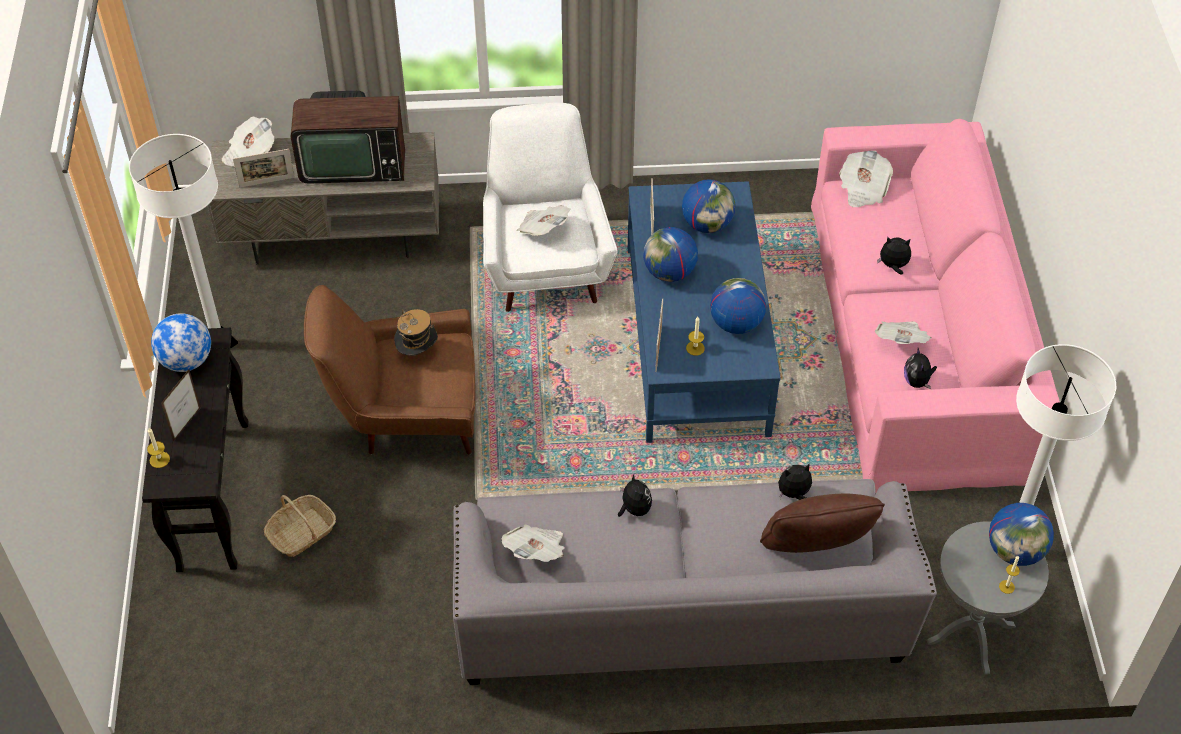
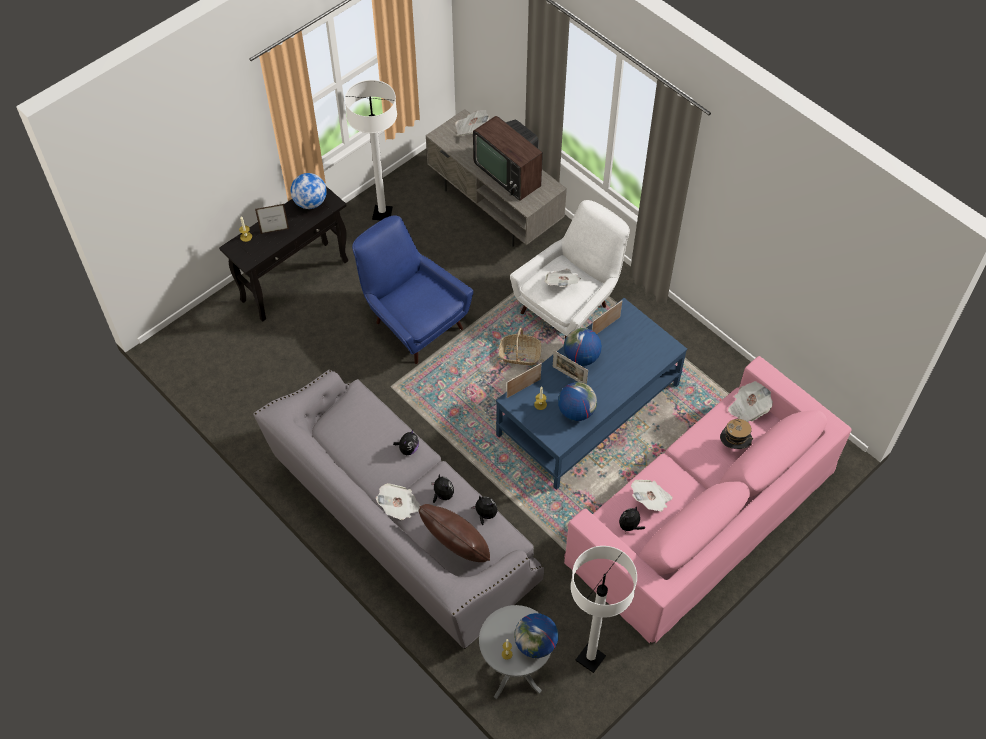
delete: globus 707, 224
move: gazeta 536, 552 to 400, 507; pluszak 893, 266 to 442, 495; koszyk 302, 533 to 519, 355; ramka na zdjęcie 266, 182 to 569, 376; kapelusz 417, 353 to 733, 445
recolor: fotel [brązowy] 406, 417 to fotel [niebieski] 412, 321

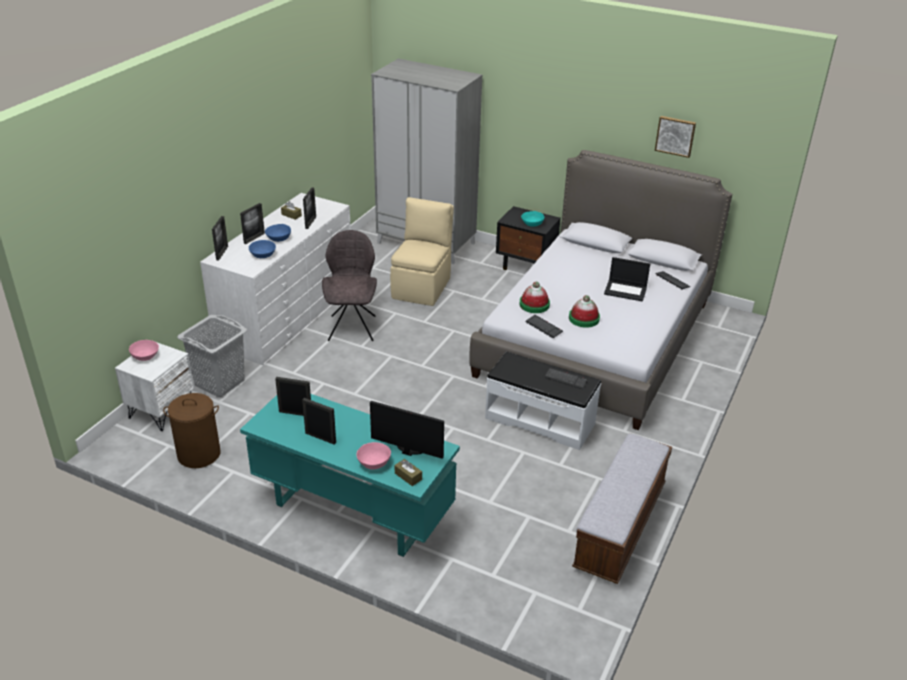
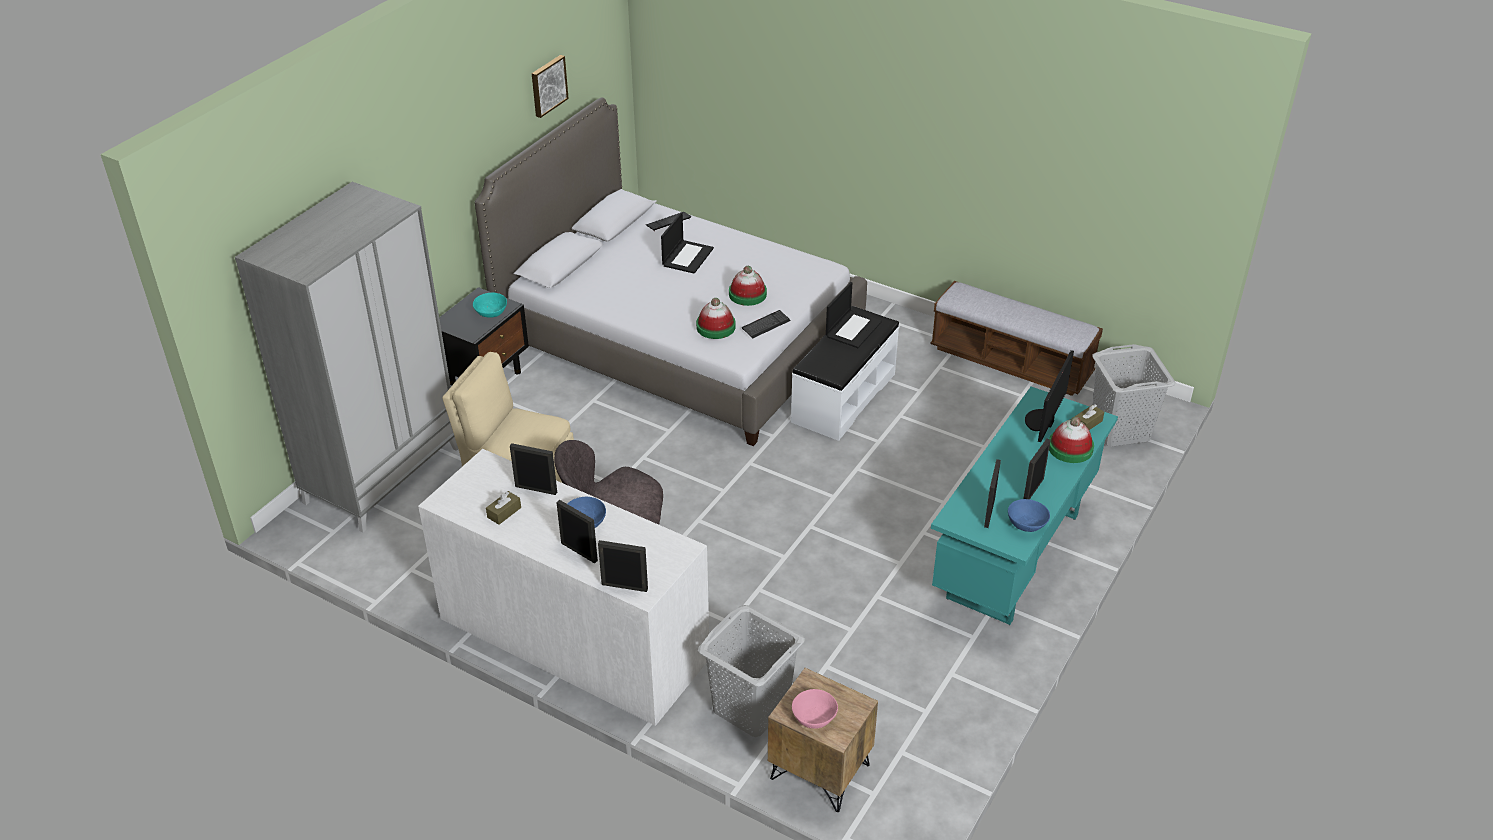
delete: kosz na pranie [brązowy] 199, 454
insert: kosz na pranie [szary] 1119, 430
move: miska [niebieski] 263, 255 to 1026, 524
replace: klawiatura 565, 379 to laptop 853, 329; miska [różowy] 373, 463 to kapelusz 1070, 448
recolor: szafka nocna [biały] 161, 410 to szafka nocna [brązowy] 819, 772

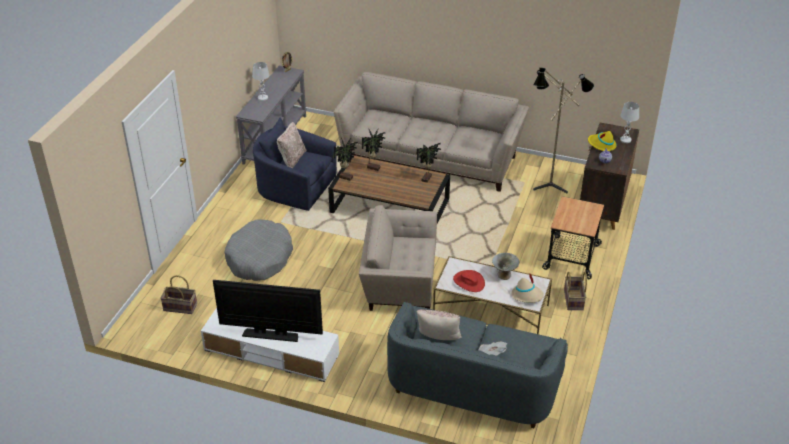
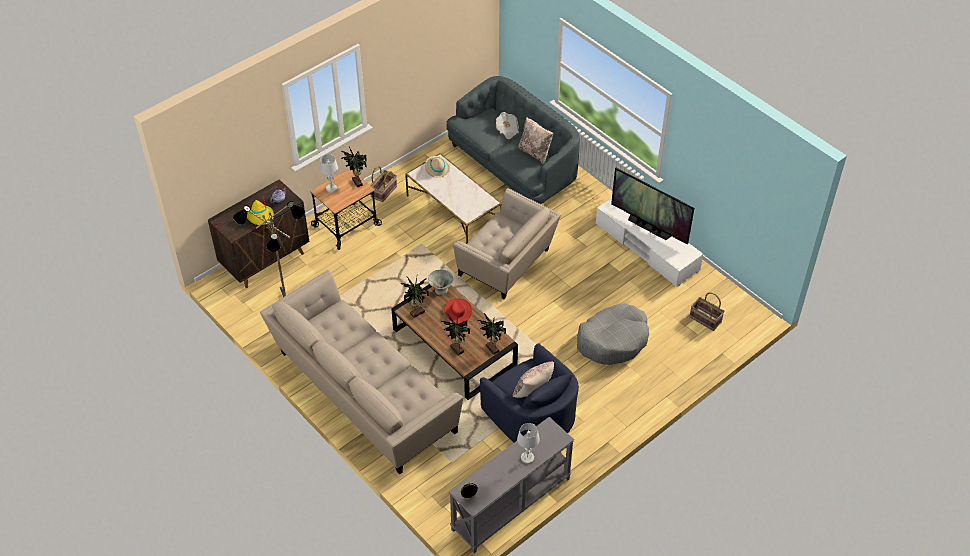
insert: roślina doniczkowa 356, 183
move: lampa stołowa [biały] 625, 140 to 331, 188; miska [szary] 504, 275 to 441, 290; kapelusz [czerwony] 468, 282 to 458, 311

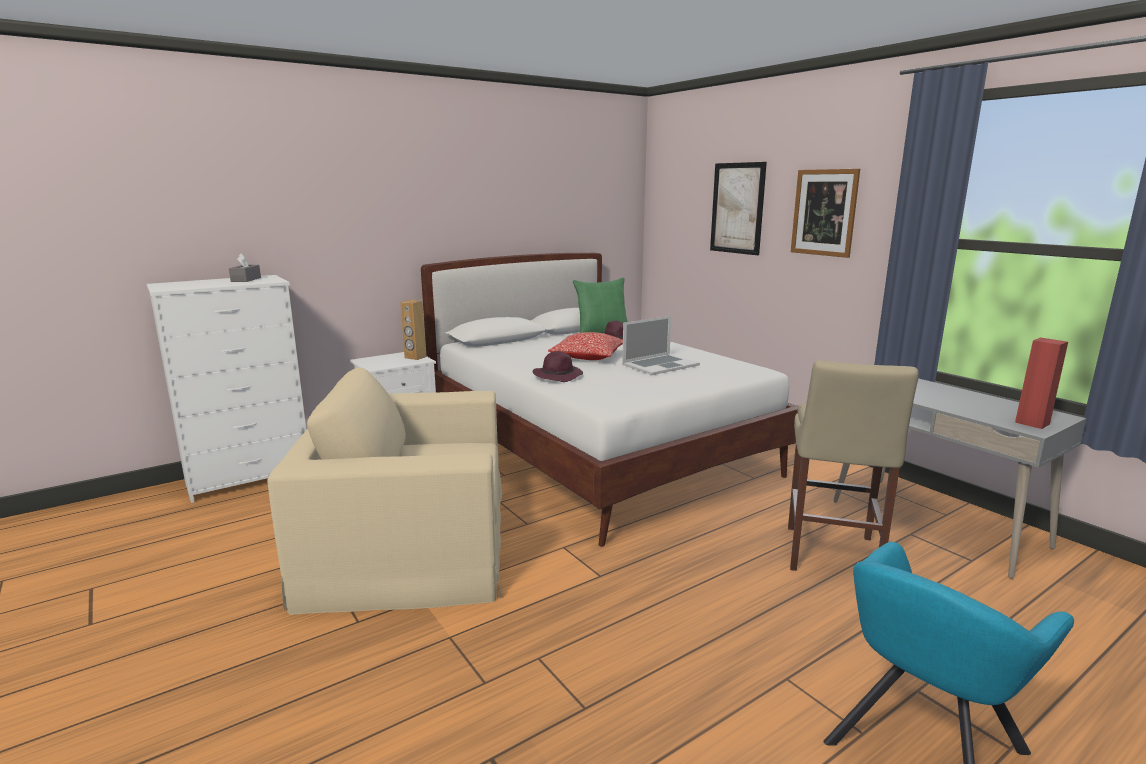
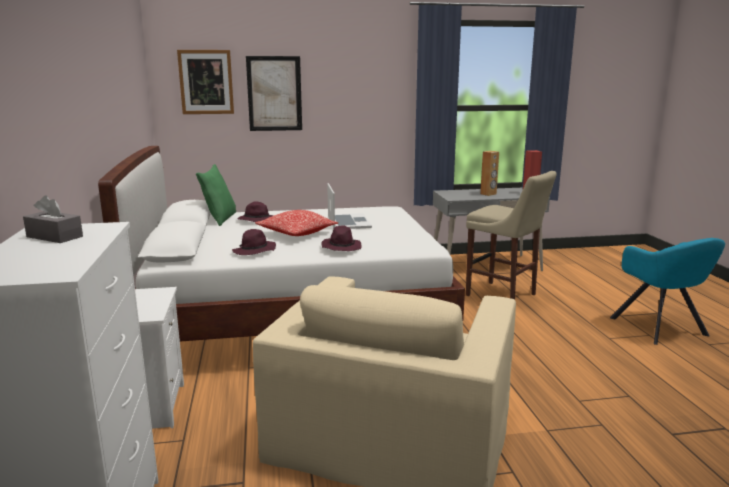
insert: kapelusz [fioletowy] 254, 251
move: obraz 824, 212 to 206, 82; głośnik [brązowy] 415, 357 to 488, 194

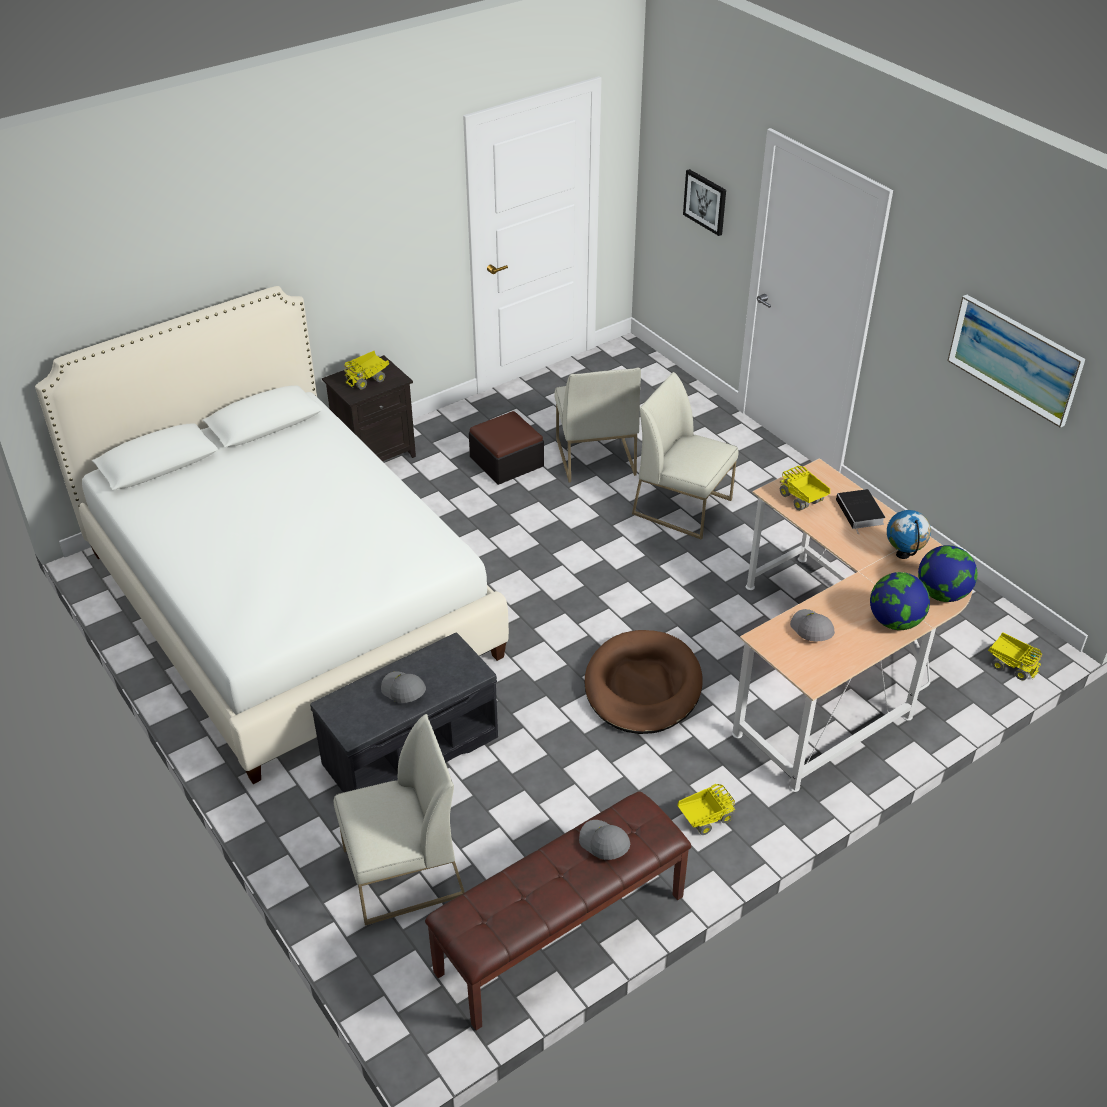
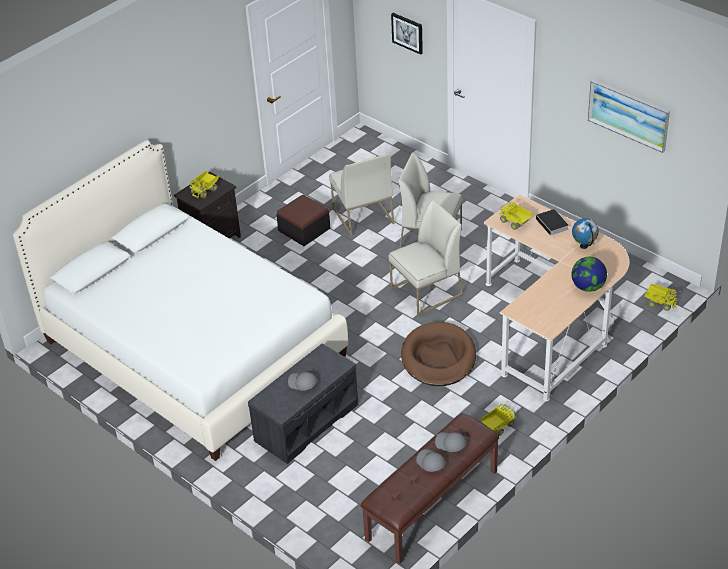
delete: globus 942, 594
move: krzesło [biały] 402, 873 to 426, 292; czapka z daszkiem [szary] 811, 630 to 430, 463

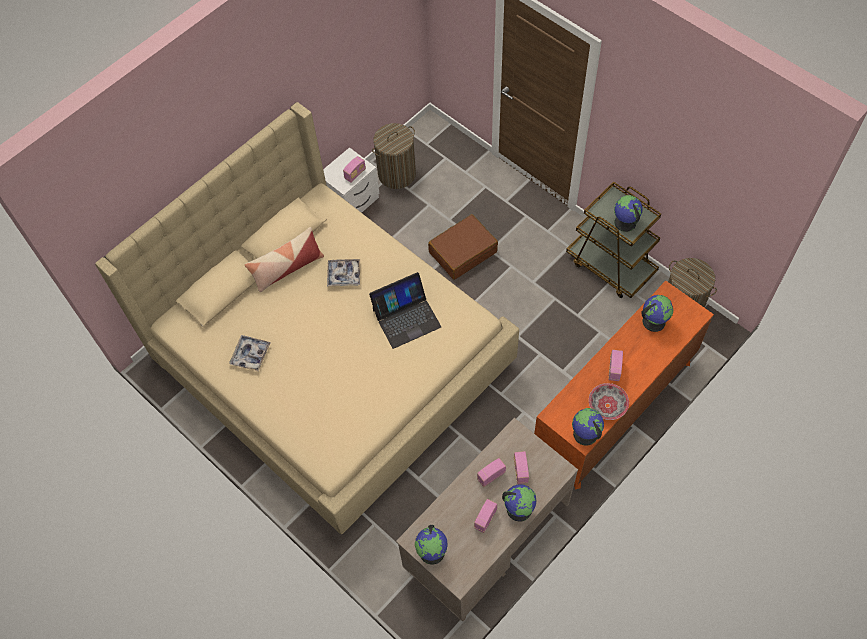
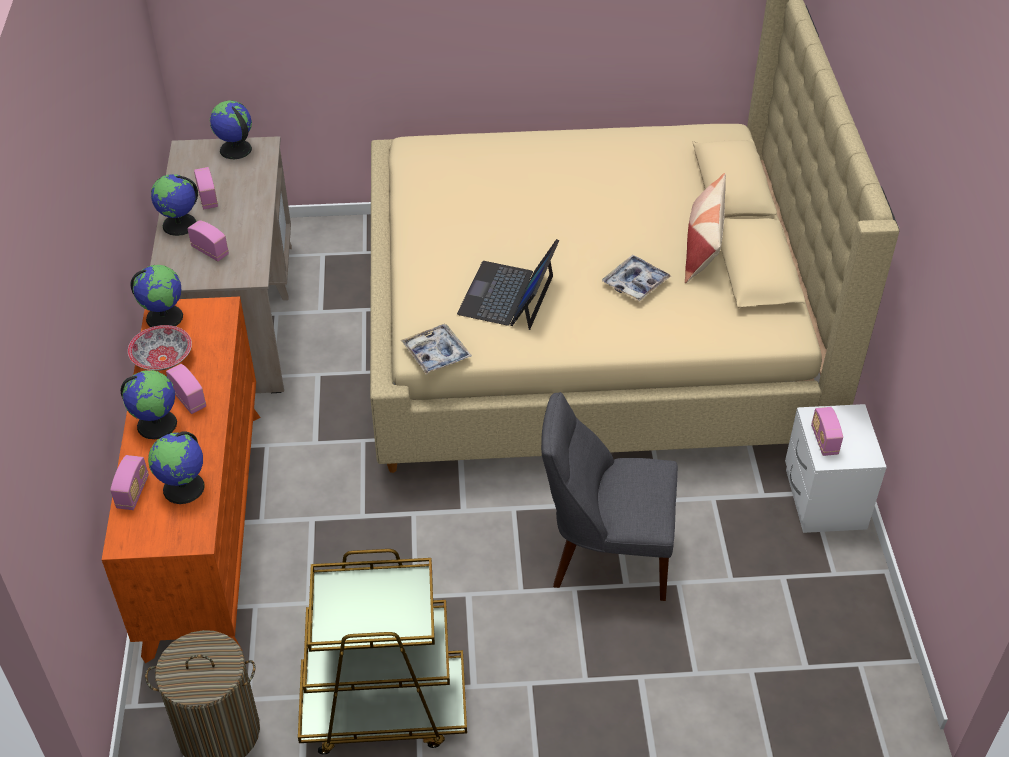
delete: kosz na pranie 397, 174
move: radio 491, 476 to 133, 492; globus 624, 223 to 157, 423; taca 250, 355 to 436, 354
replace: walizka [brązowy] 462, 252 to krzesło [szary] 605, 555

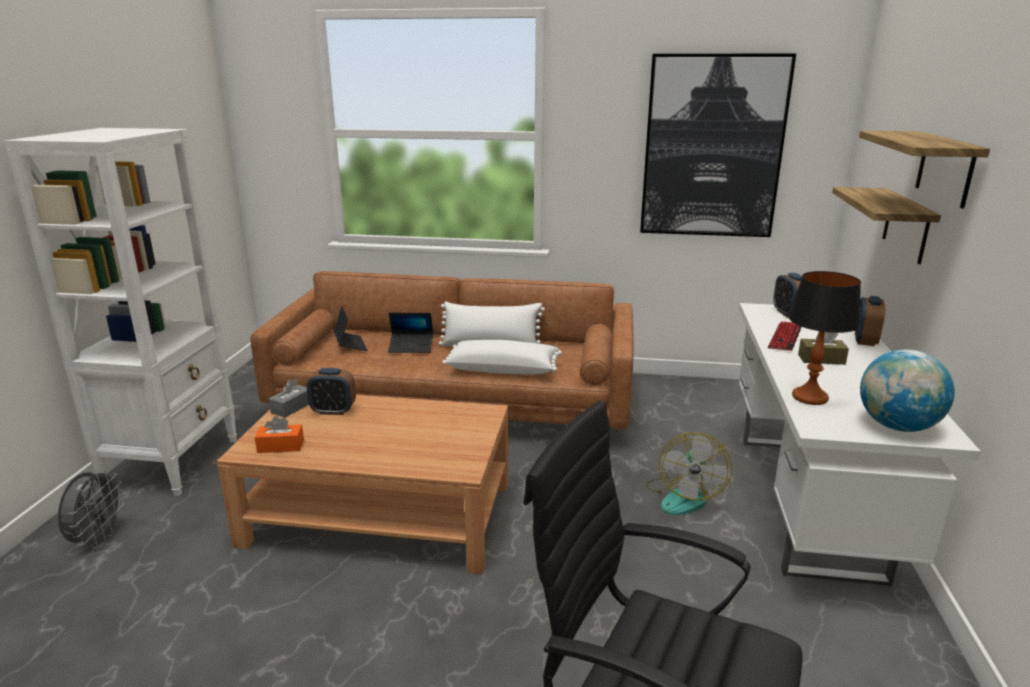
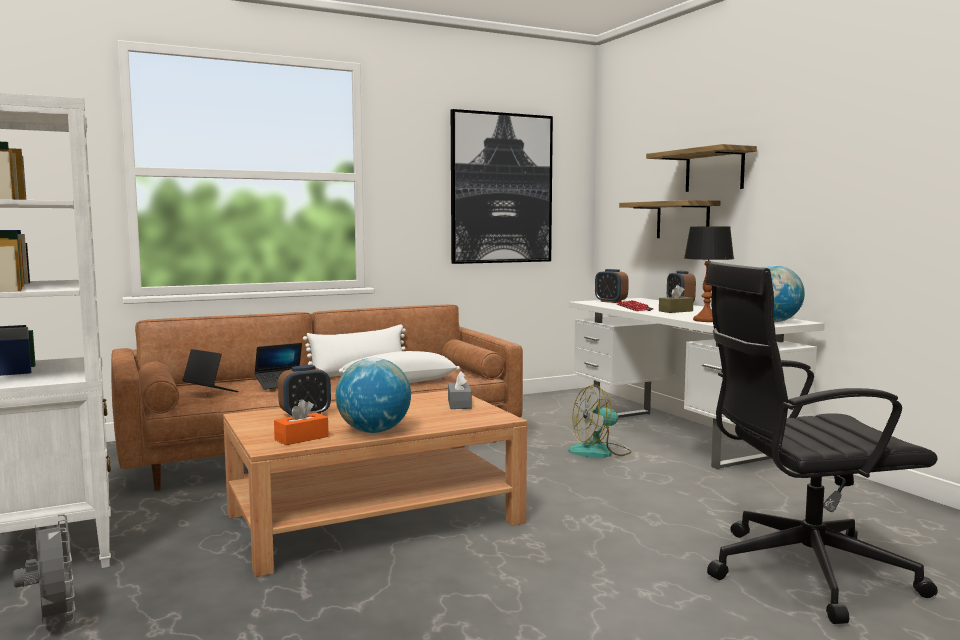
insert: globus 374, 431
move: pudełko chusteczek [szary] 291, 408 to 459, 404
rotate: wentylator 683, 496 = 600, 452 90 degrees clockwise

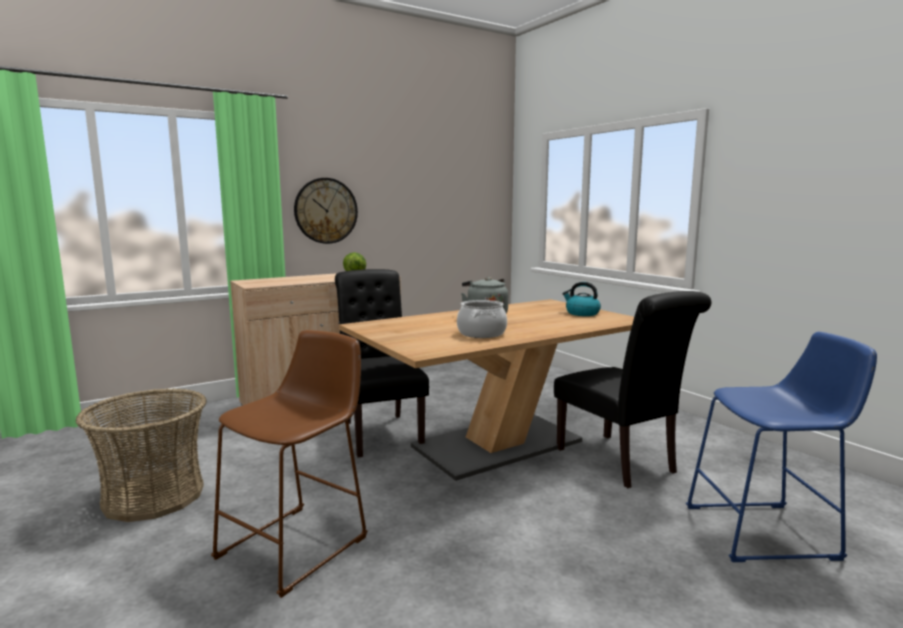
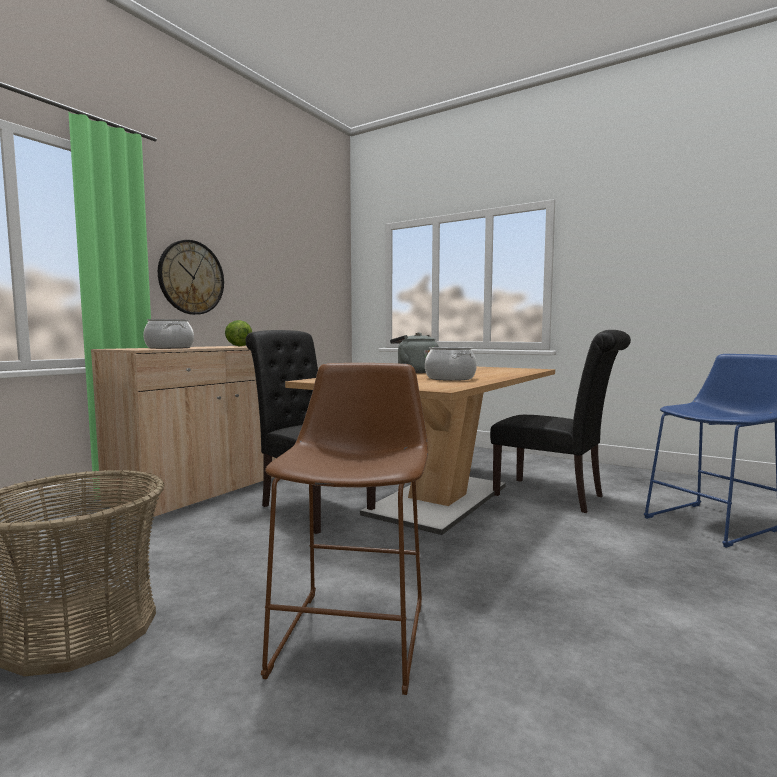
delete: czajnik 581, 313
insert: garnek 169, 348

